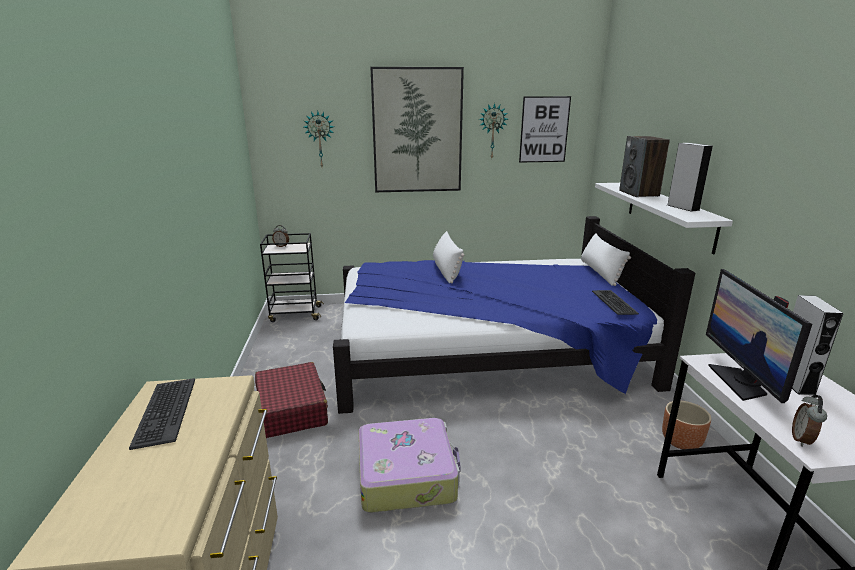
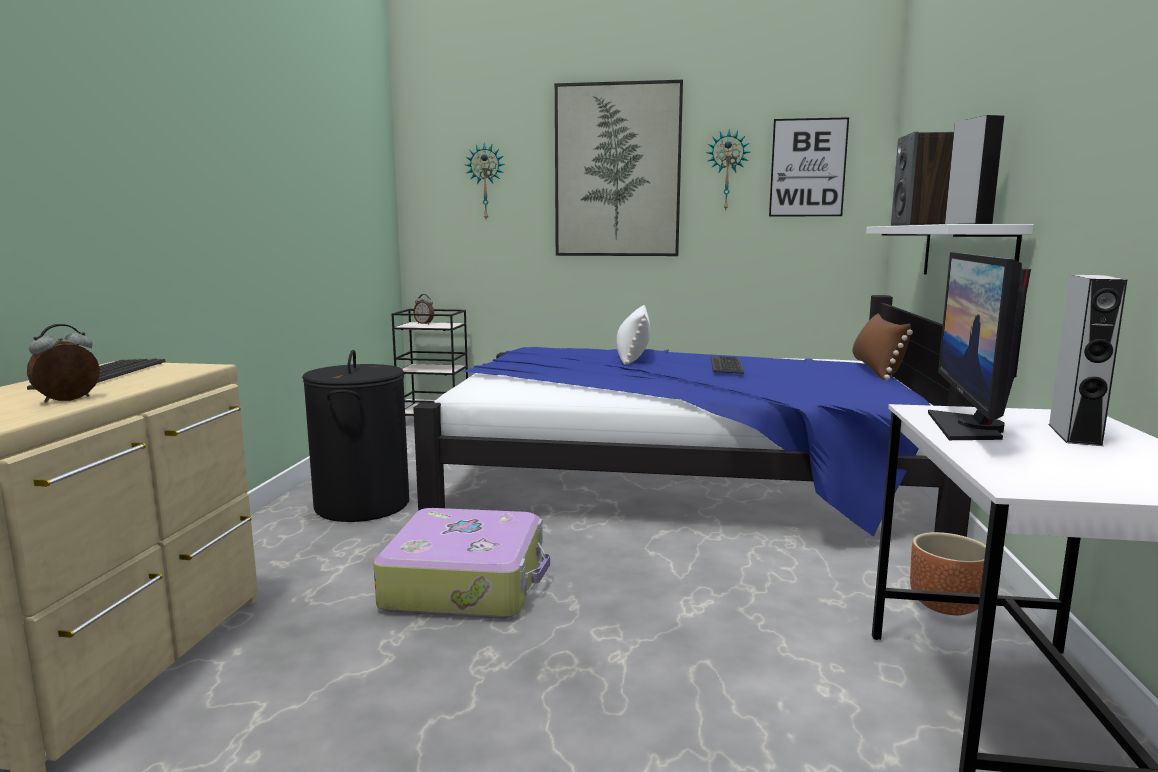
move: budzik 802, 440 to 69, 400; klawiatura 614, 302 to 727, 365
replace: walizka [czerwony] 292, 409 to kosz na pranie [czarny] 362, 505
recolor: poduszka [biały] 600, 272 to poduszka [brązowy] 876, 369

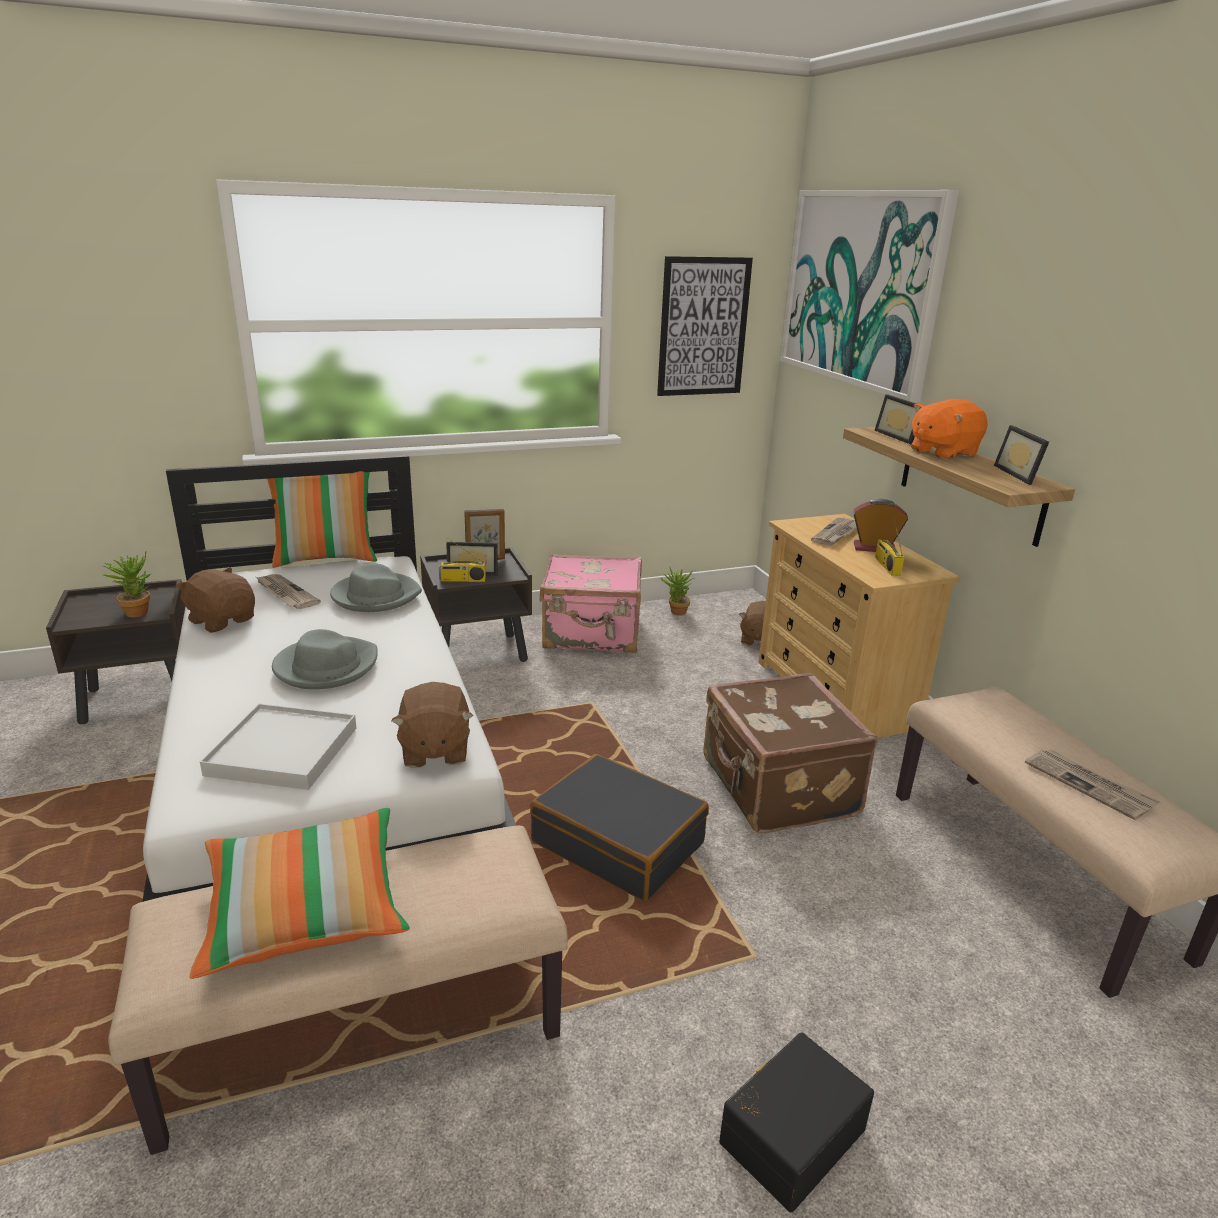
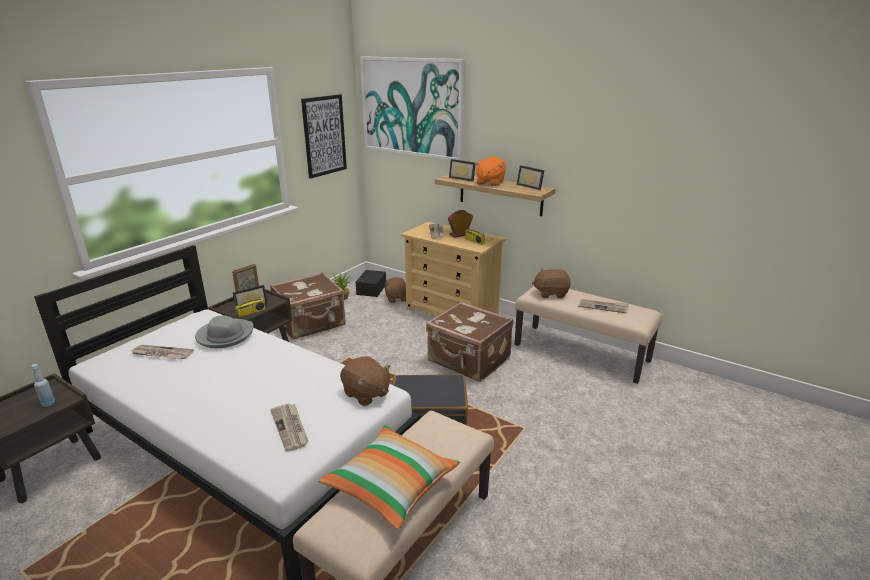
delete: poduszka 326, 558; kapelusz [szary] 326, 667
move: pojemnik do przechowywania [czarny] 789, 1133 to 370, 289; pluszak [brązowy] 222, 620 to 551, 293
replace: roślina doniczkowa 137, 611 to butelka [niebieski] 48, 403; taca [biały] 283, 751 to gazeta 290, 428
recolor: walizka [różowy] 592, 634 to walizka [brązowy] 311, 323

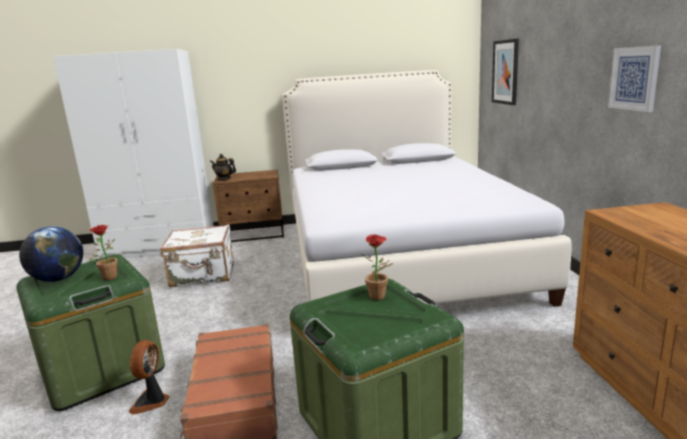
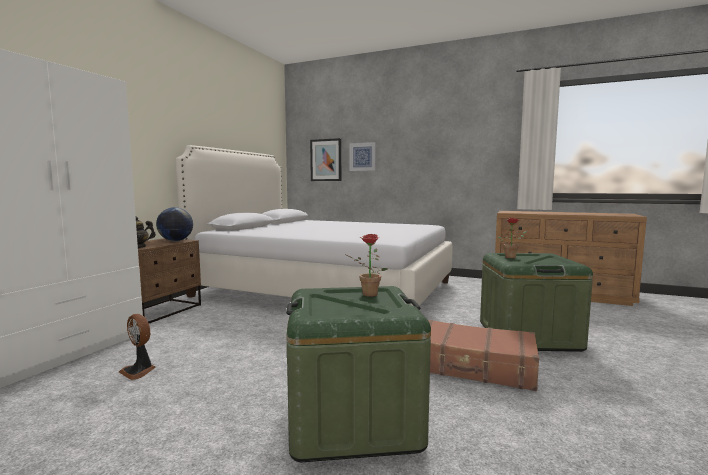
delete: walizka [biały] 203, 275
move: wentylator 151, 402 to 139, 371; globus 58, 279 to 175, 241; obraz 634, 78 to 362, 156

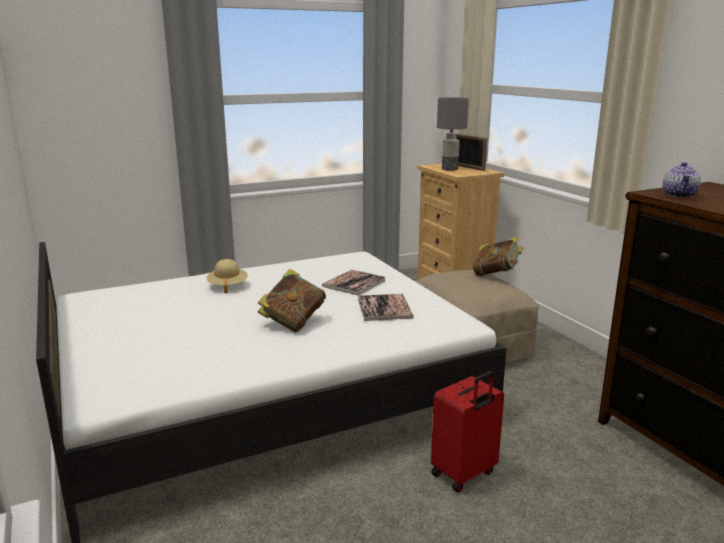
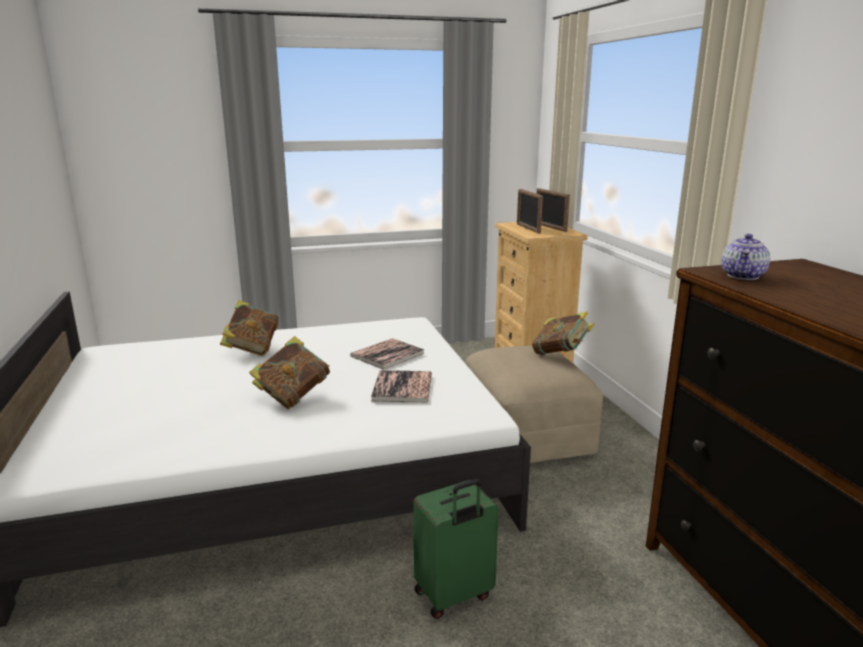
replace: kapelusz [beżowy] 227, 286 to książka 252, 349; lampa stołowa [szary] 450, 169 to ramka na zdjęcie 528, 228
recolor: walizka [czerwony] 464, 474 to walizka [zielony] 454, 596

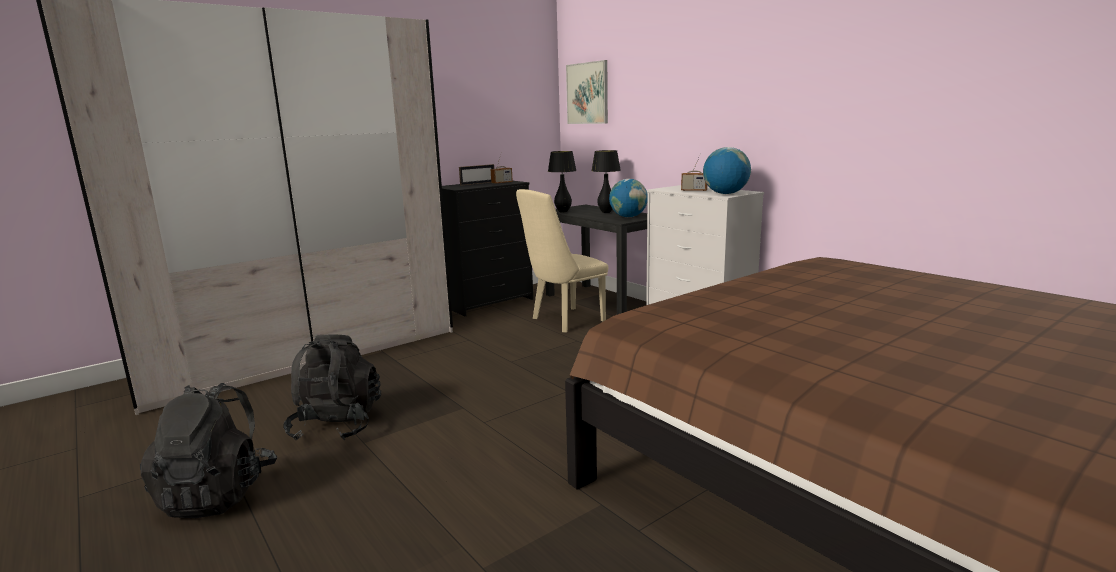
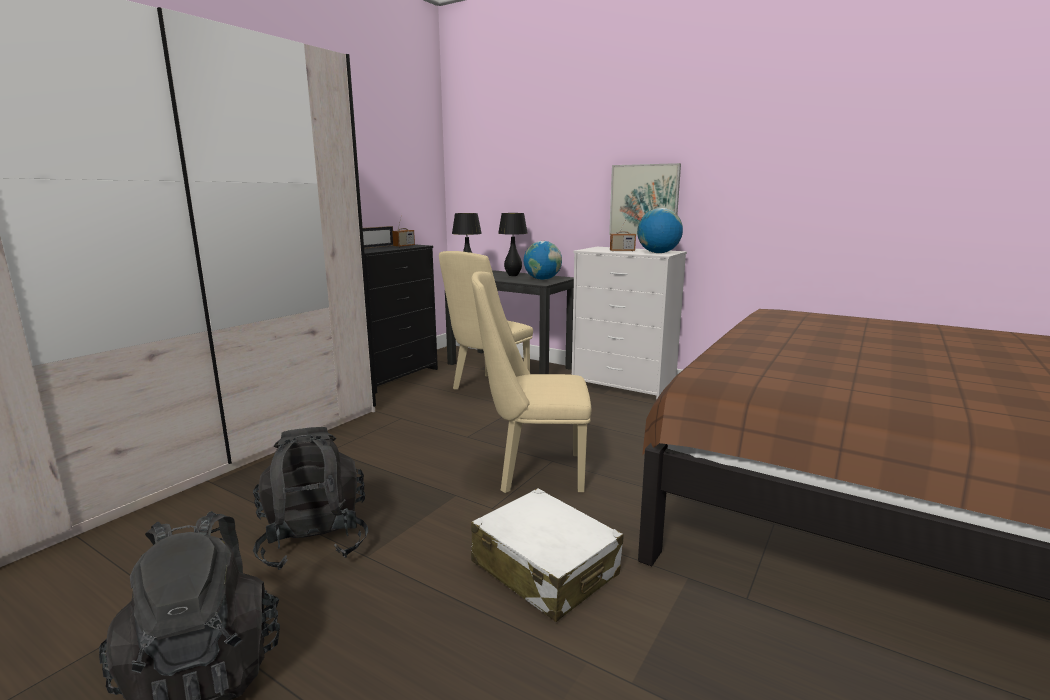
insert: krzesło [beżowy] 532, 471; walizka [biały] 545, 569
move: obraz 587, 93 to 644, 200

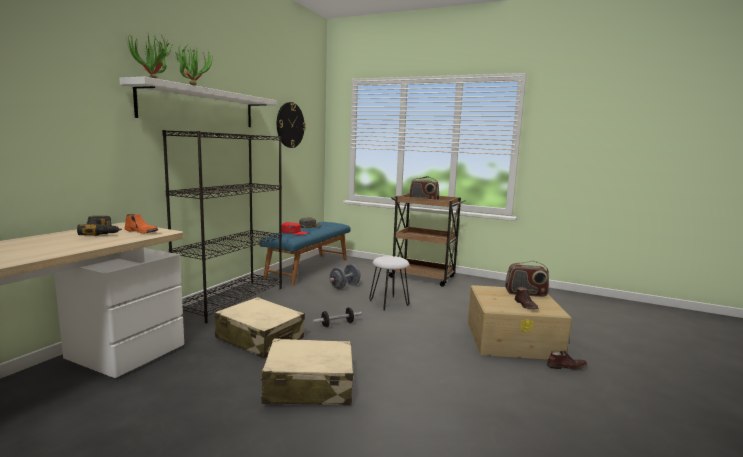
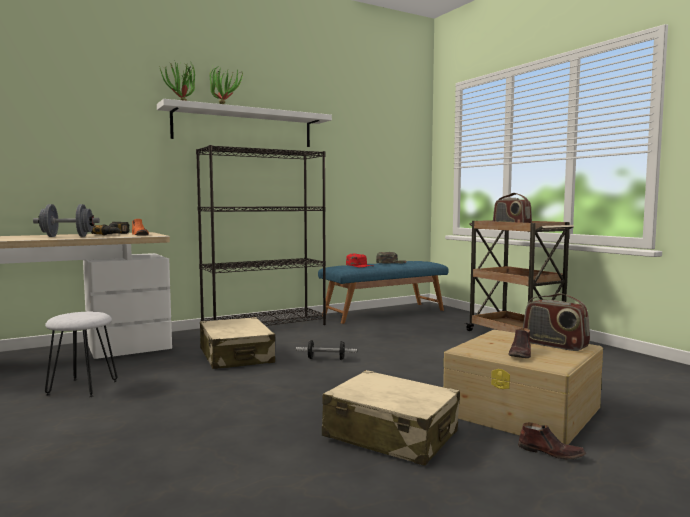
delete: zegar ścienny 290, 125
move: hantel [szary] 344, 286 to 67, 236; stołek [biały] 389, 303 to 82, 388; walizka [beżowy] 308, 386 to 391, 435

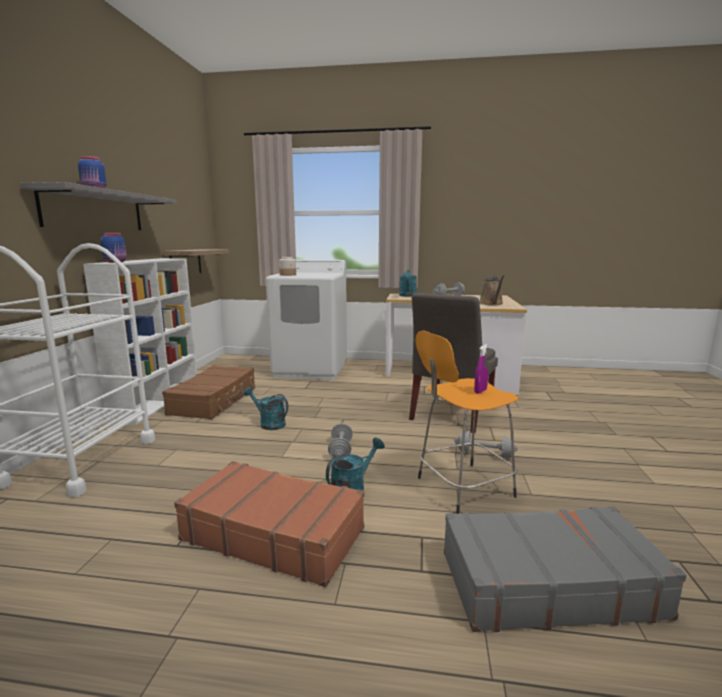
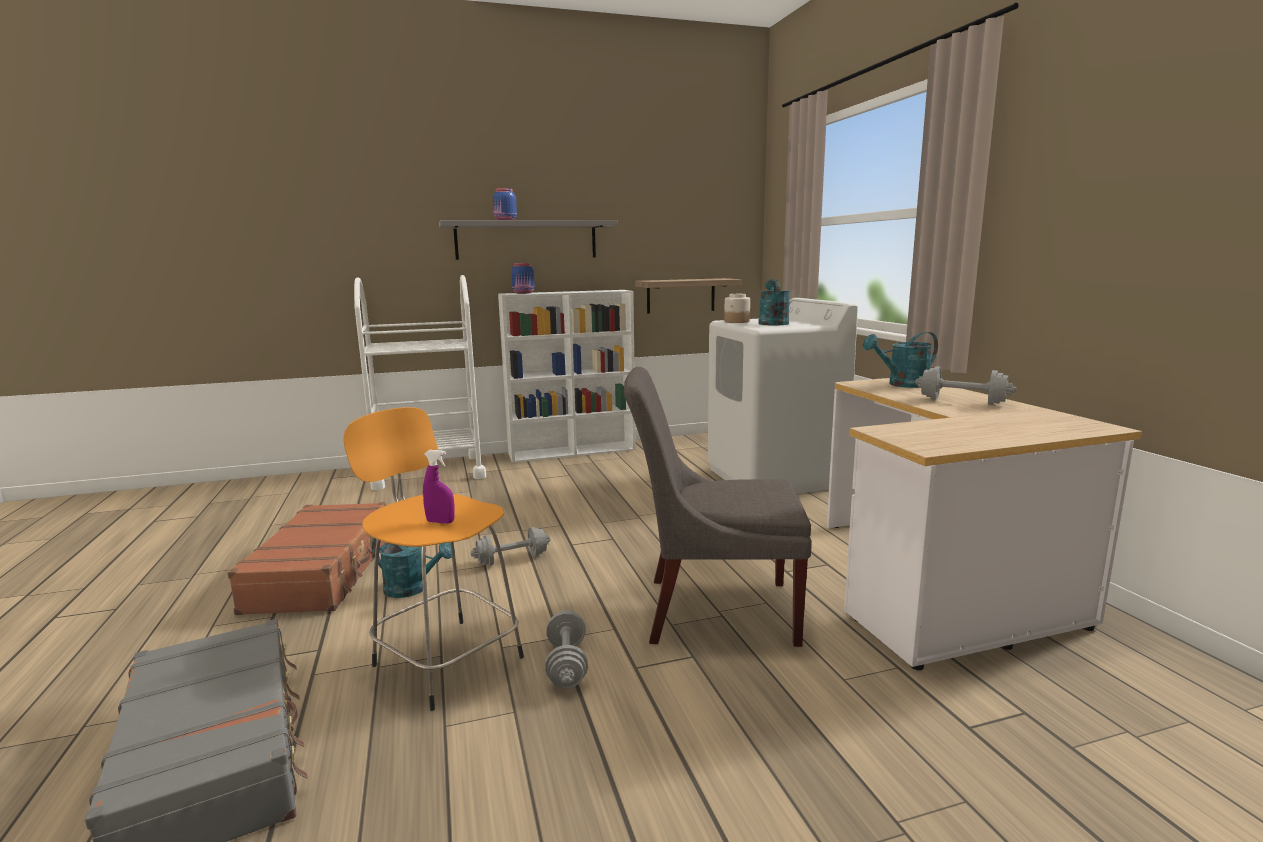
delete: walizka [brązowy] 214, 401; konewka [brązowy] 491, 304
move: konewka [turkusowy] 268, 423 to 772, 323

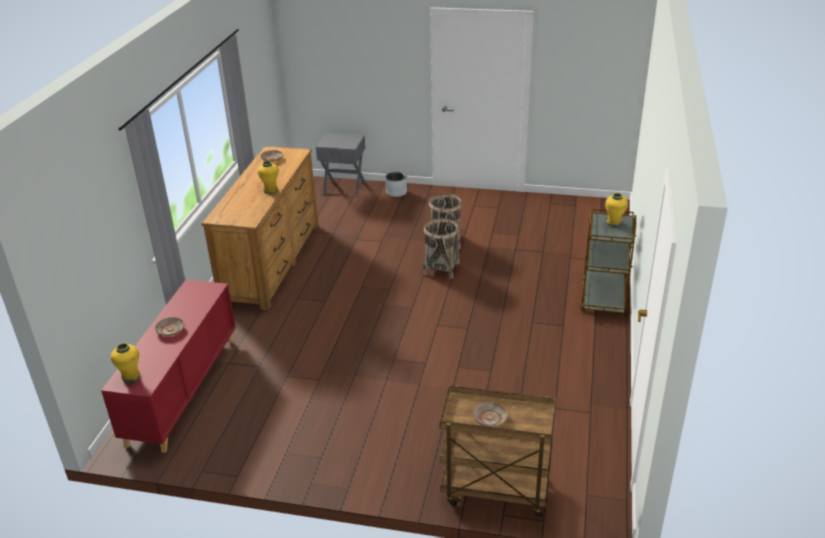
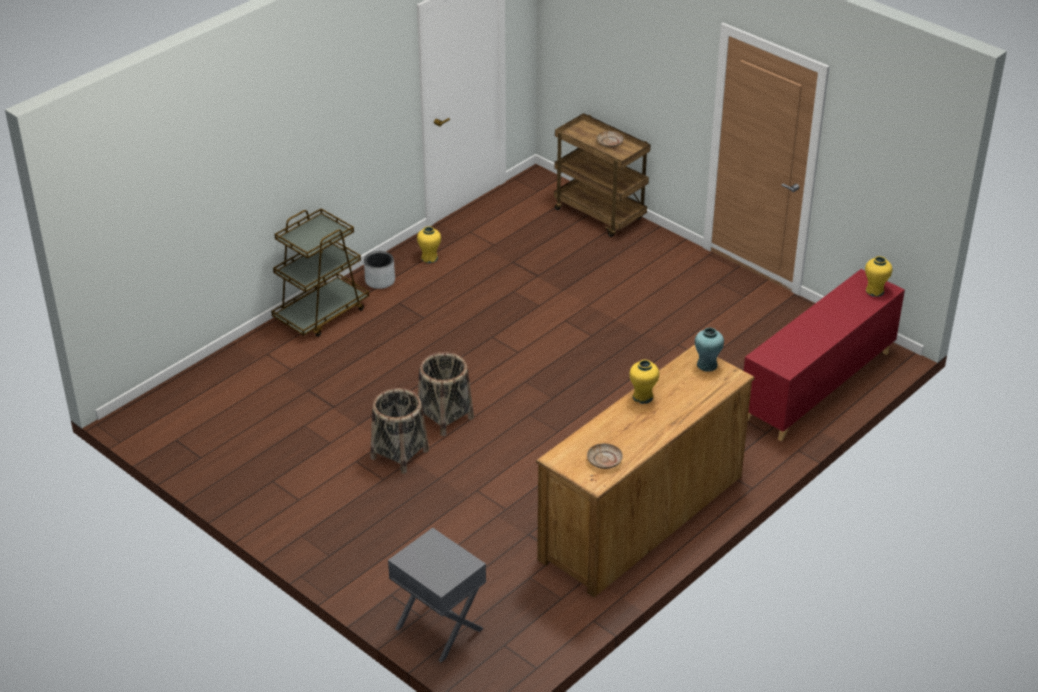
delete: talerz [beżowy] 170, 330
insert: wazon [turkusowy] 707, 365
move: donica [szary] 396, 192 to 380, 281; wazon [żółty] 614, 223 to 429, 258

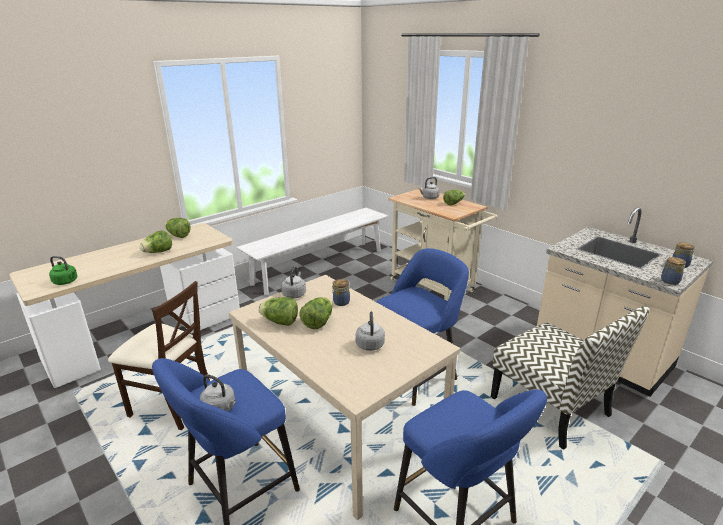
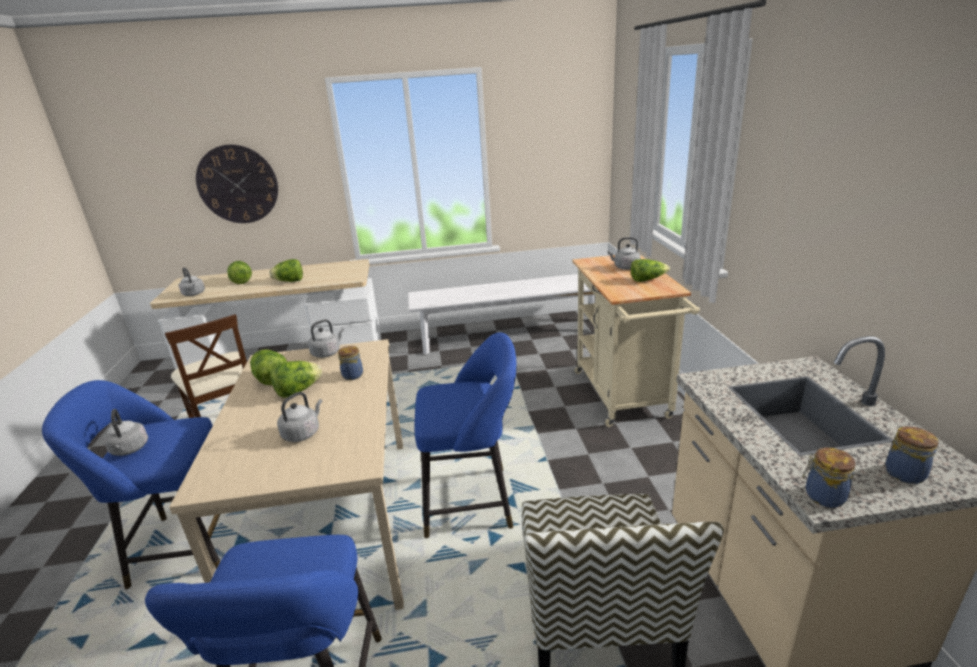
insert: zegar ścienny 237, 184
move: sałata 178, 236 to 241, 281
recolor: czajnik [zielony] 66, 282 to czajnik [szary] 194, 294

